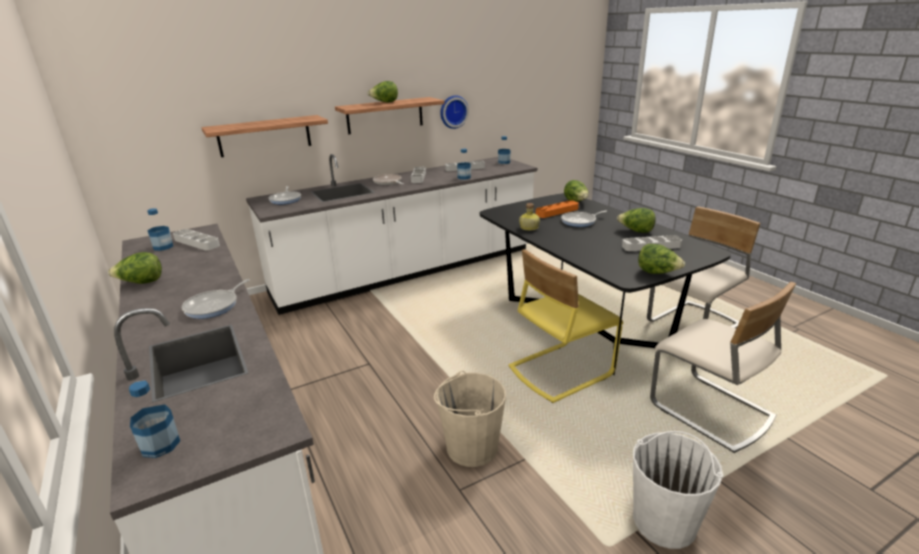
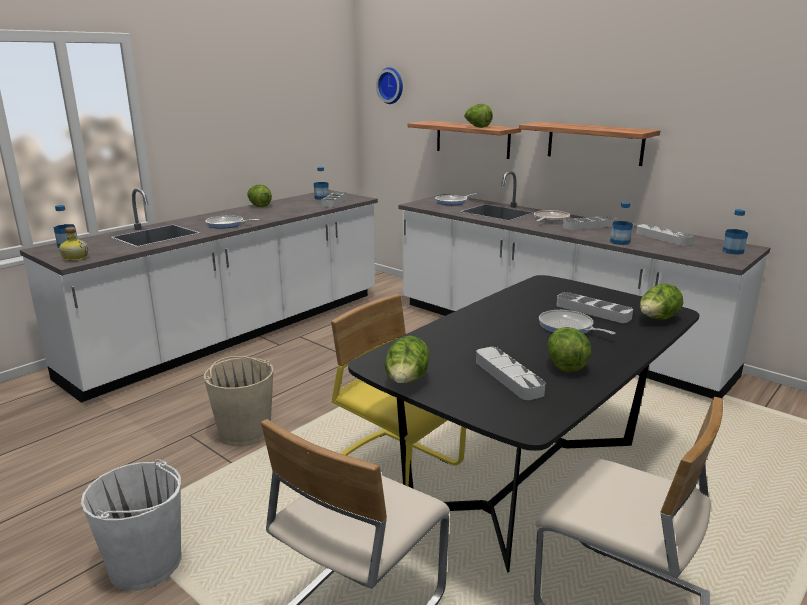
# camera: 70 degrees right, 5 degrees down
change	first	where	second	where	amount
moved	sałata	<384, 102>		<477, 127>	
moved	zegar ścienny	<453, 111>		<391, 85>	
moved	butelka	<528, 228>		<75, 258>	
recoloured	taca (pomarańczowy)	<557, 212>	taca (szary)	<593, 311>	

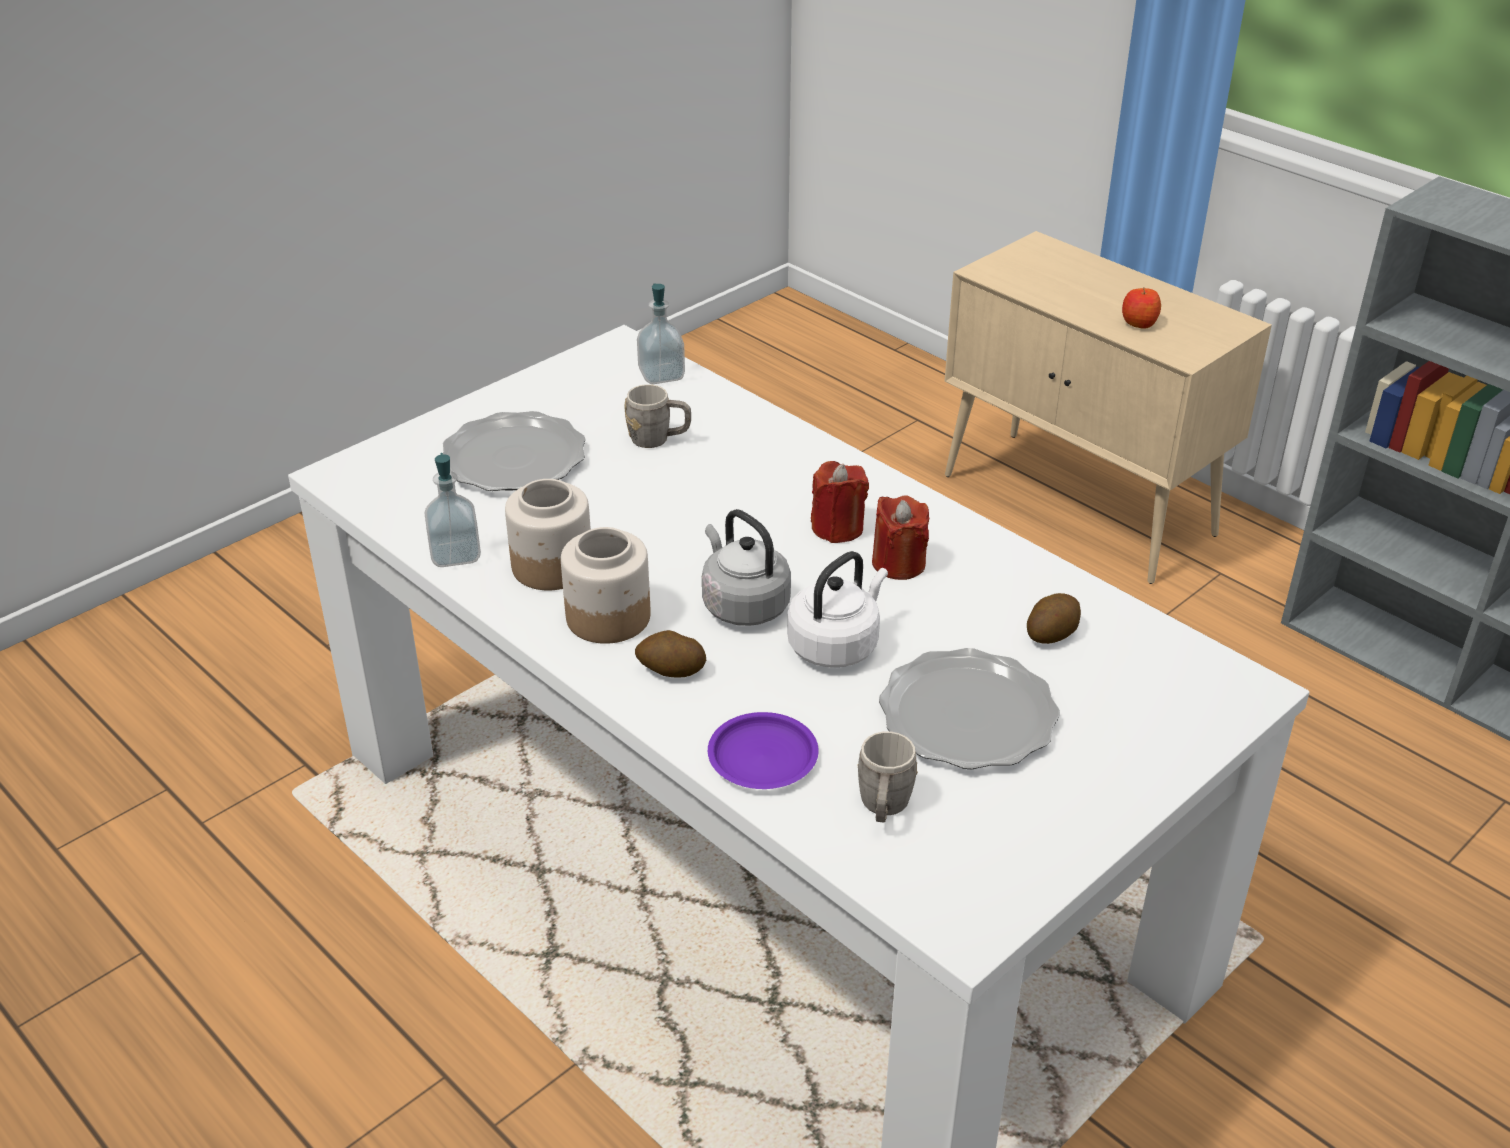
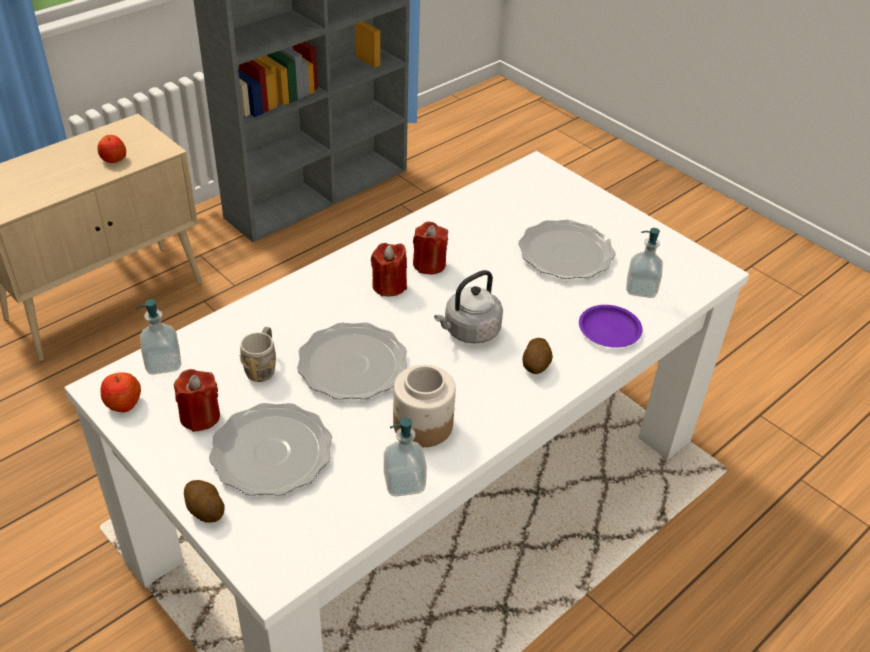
# camera: 90 degrees left, 5 degrees up
change	first	where	second	where	amount
removed	słoik	<607, 617>			
removed	czajnik (biały)	<836, 645>			
added			jabłko	<123, 403>	
added			świeca (czerwony)	<200, 416>	
added			talerz	<353, 365>	
moved	ziemniak	<1051, 633>		<205, 510>	
replaced	kubek (szary)	<883, 808>	dozownik mydła	<641, 289>	

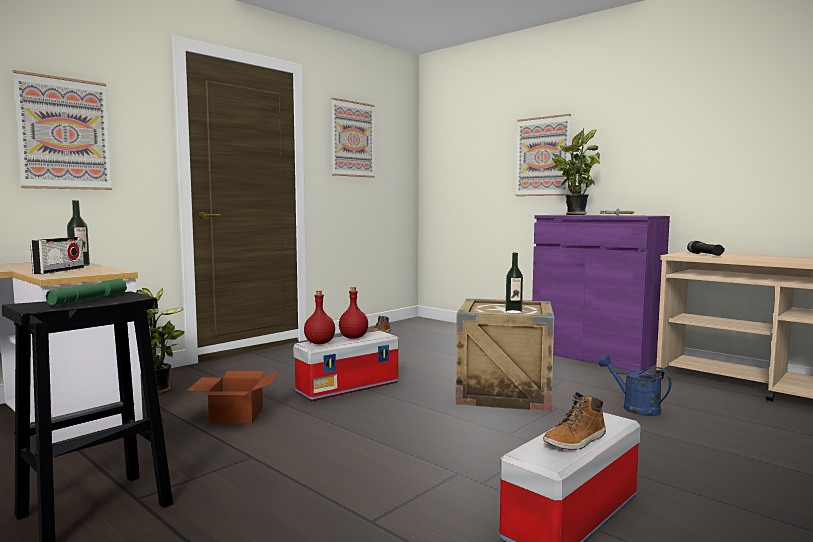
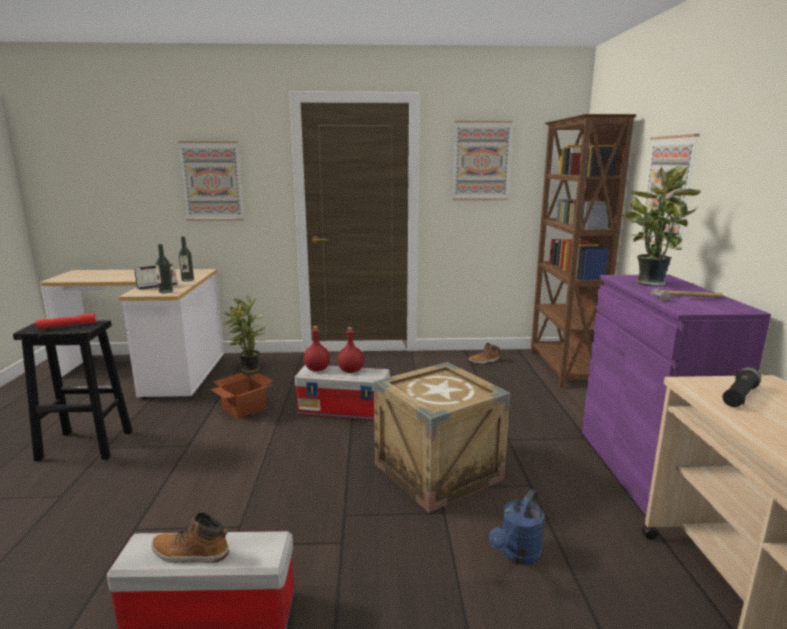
# camera: 45 degrees right, 10 degrees up
change	first	where	second	where	amount
added			regał (brązowy)	<562, 368>	
moved	butelka	<513, 312>		<166, 292>	
recoloured	latarka (zielony)	<88, 299>	latarka (czerwony)	<67, 326>	
turned	konewka (niebieski)	<634, 408>		<517, 555>	150 degrees counterclockwise

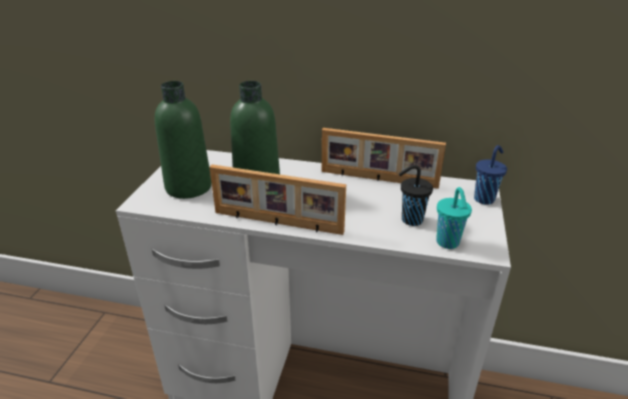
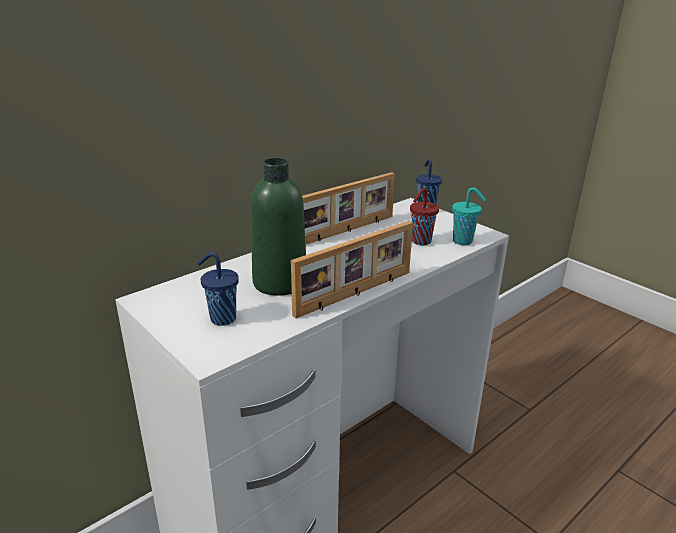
# camera: 55 degrees left, 5 degrees down
change	first	where	second	where	amount
replaced	butelka (zielony)	<188, 187>	filiżanka (niebieski)	<221, 319>	
recoloured	filiżanka (czarny)	<410, 220>	filiżanka (czerwony)	<420, 242>	

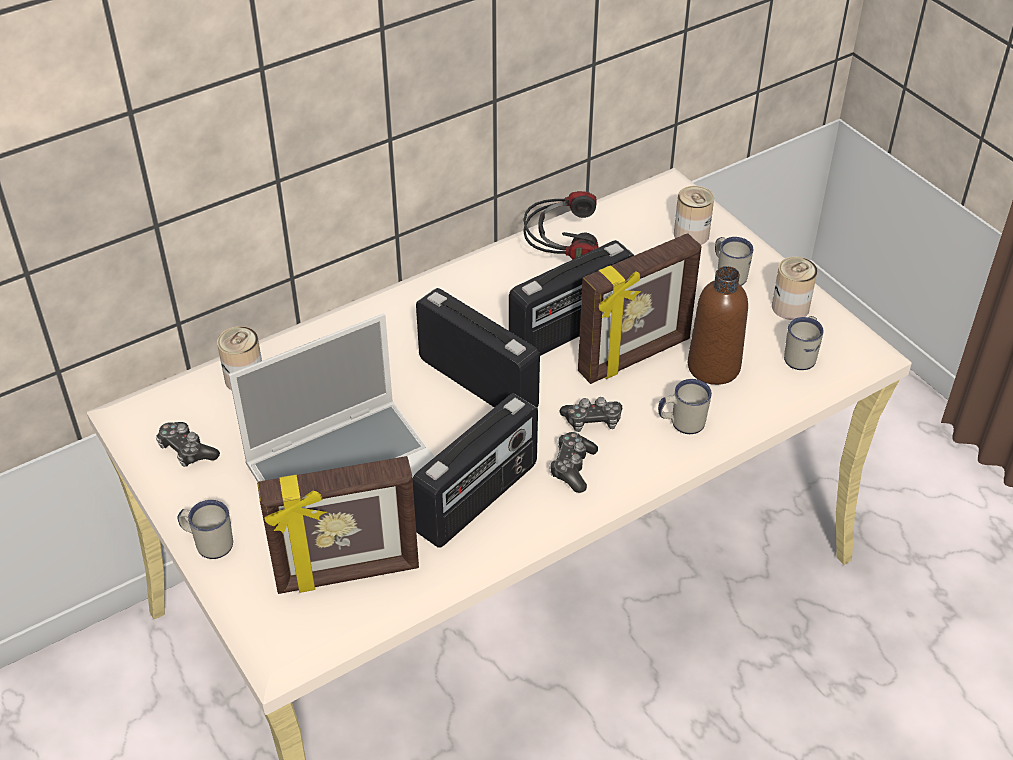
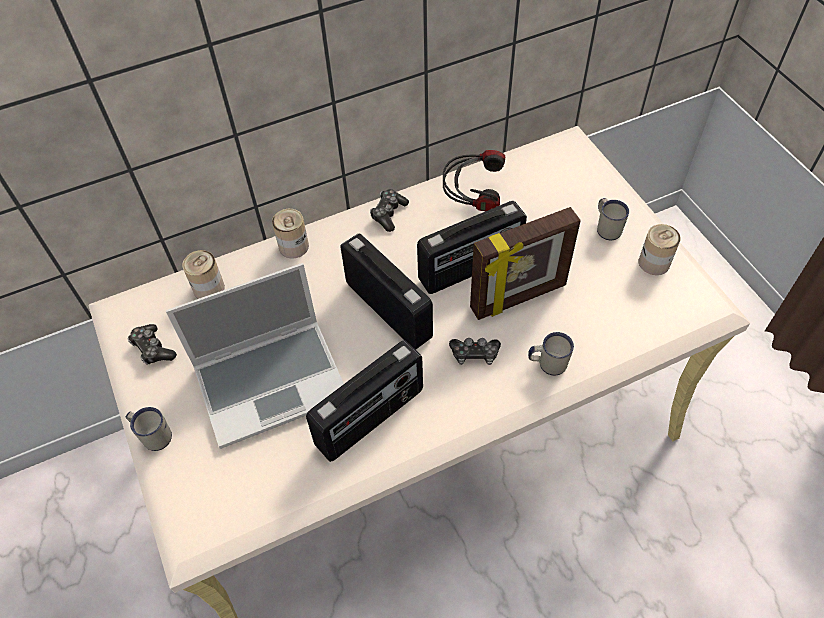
# camera: 10 degrees right, 10 degrees up
change	first	where	second	where	amount
removed	ramka na zdjęcie	<347, 574>			
removed	butelka (brązowy)	<713, 367>			
removed	kubek (biały)	<802, 355>			
moved	pad do gier	<572, 467>		<388, 214>	
moved	puszka	<691, 234>		<294, 246>	

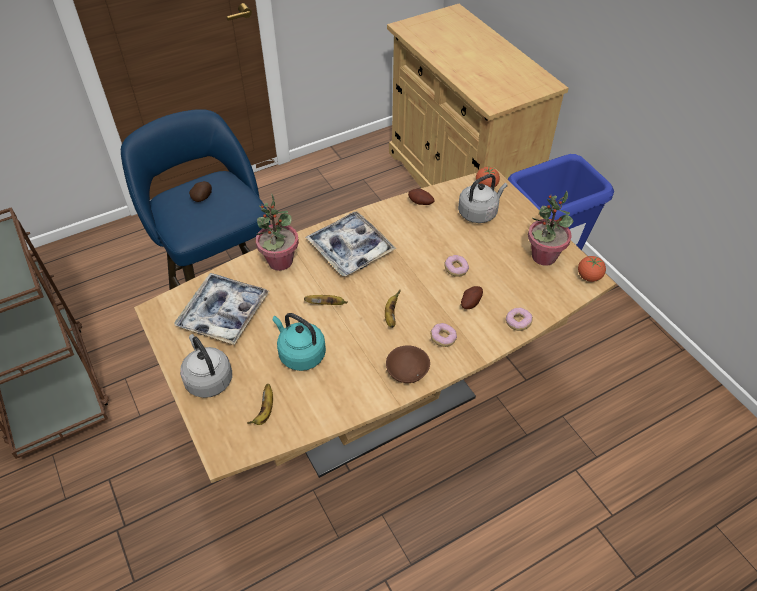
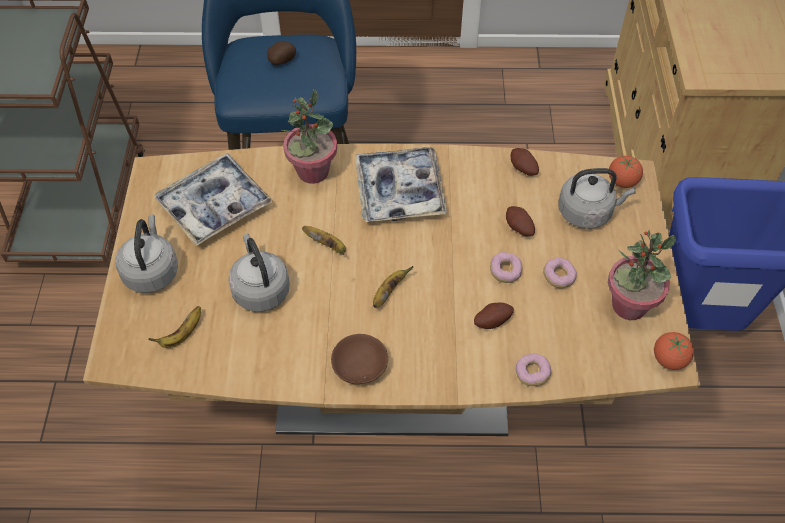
# camera: 30 degrees right, 5 degrees up
change	first	where	second	where	amount
added			ziemniak	<518, 228>	
moved	donut	<443, 338>		<558, 277>	
recoloured	czajnik (turkusowy)	<300, 354>	czajnik (szary)	<260, 289>	

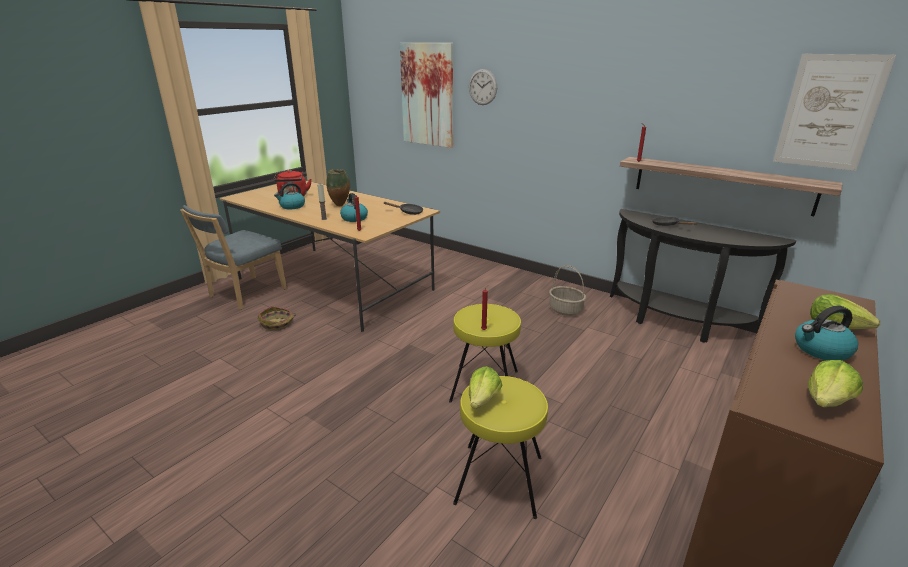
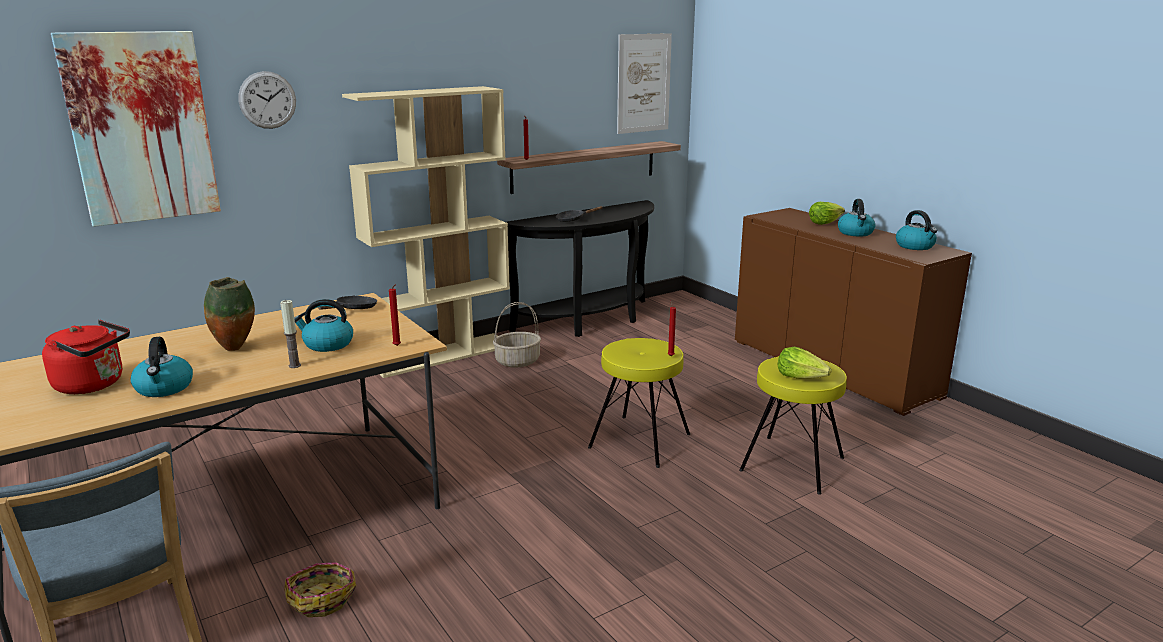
# camera: 70 degrees left, 5 degrees down
change	first	where	second	where	amount
added			regał (beżowy)	<442, 355>	
replaced	sałata	<827, 401>	czajnik	<915, 246>	

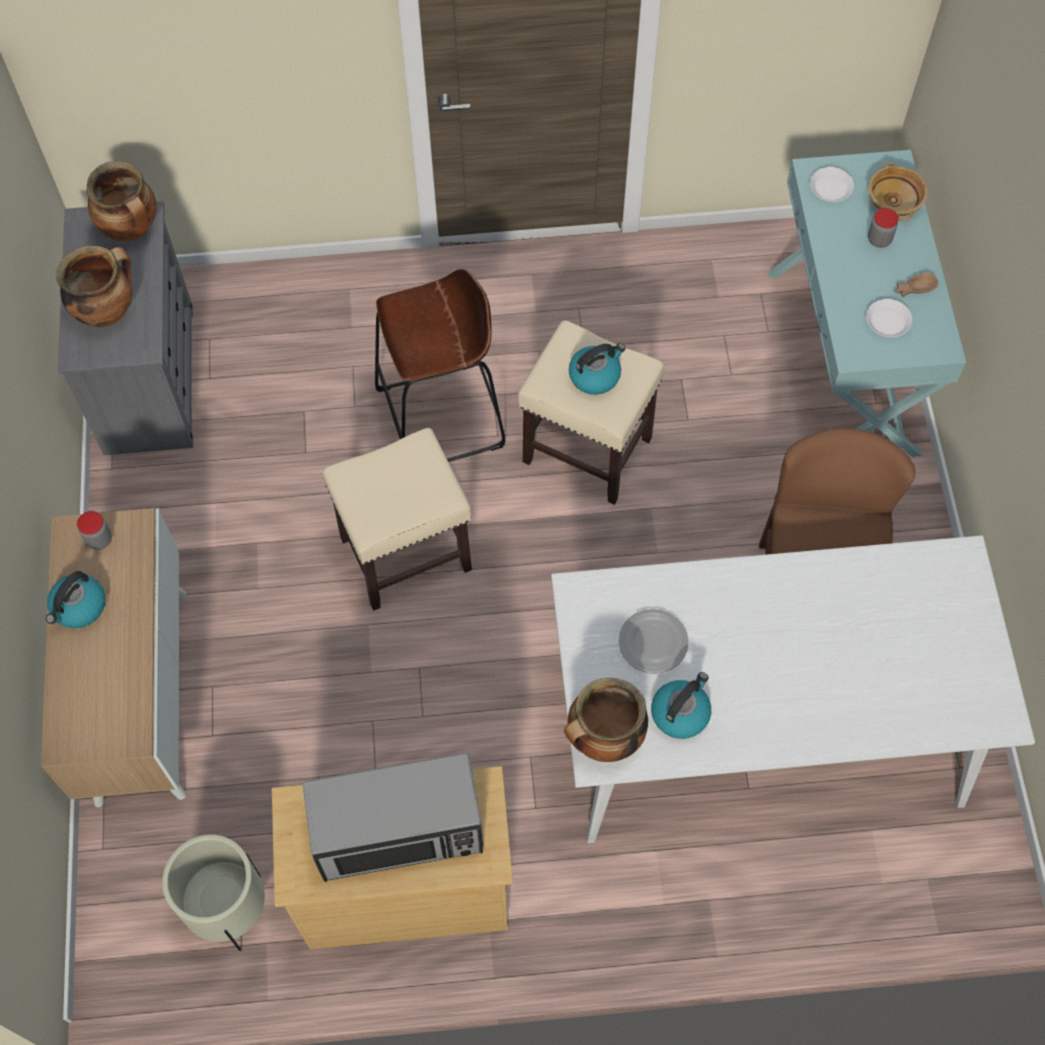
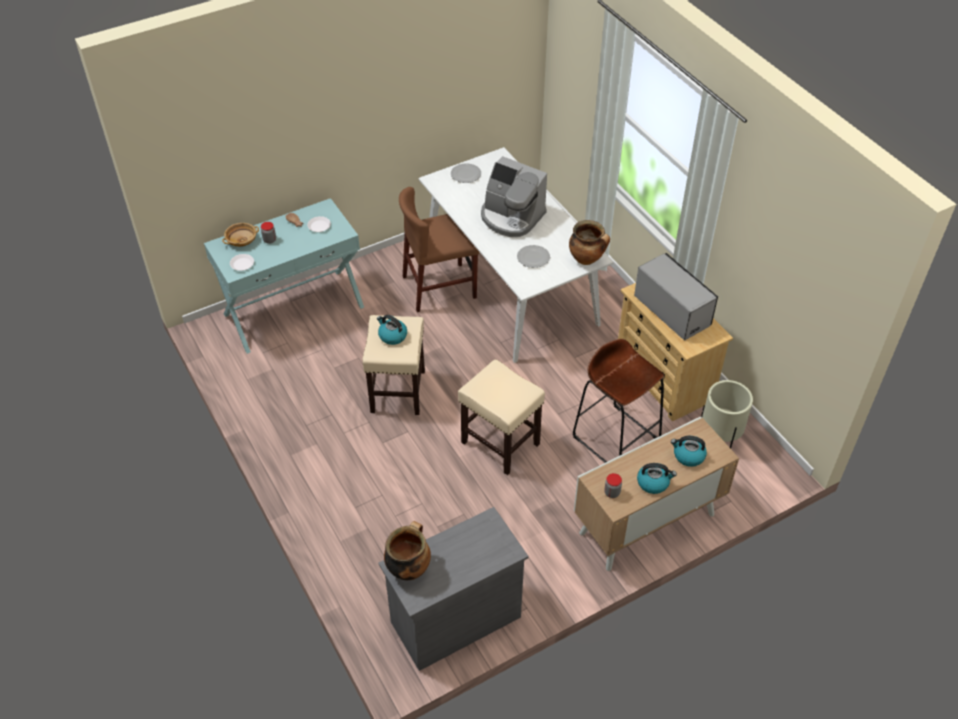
# camera: 115 degrees left, 15 degrees down
change	first	where	second	where	amount
removed	garnek	<107, 311>			
added			talerz	<465, 174>	
added			ekspres do kawy	<511, 217>	
moved	stołek (brązowy)	<440, 418>		<616, 438>	
moved	czajnik	<680, 712>		<688, 456>	

